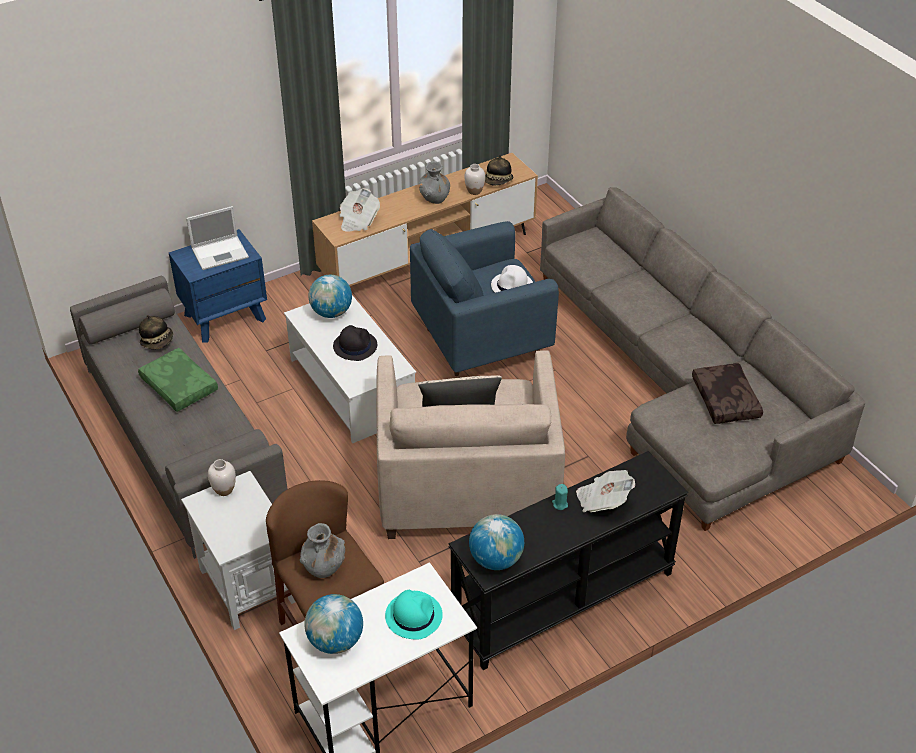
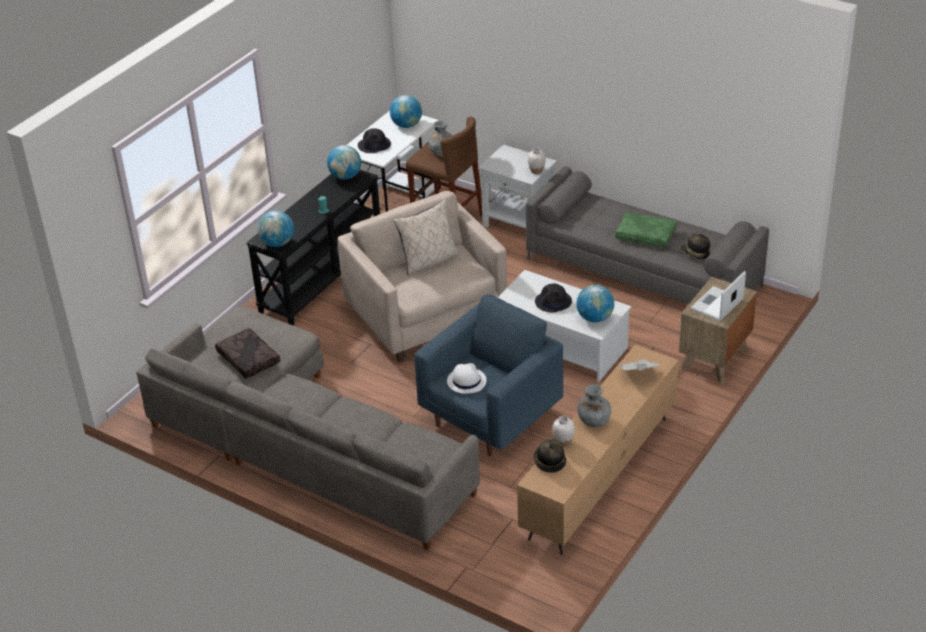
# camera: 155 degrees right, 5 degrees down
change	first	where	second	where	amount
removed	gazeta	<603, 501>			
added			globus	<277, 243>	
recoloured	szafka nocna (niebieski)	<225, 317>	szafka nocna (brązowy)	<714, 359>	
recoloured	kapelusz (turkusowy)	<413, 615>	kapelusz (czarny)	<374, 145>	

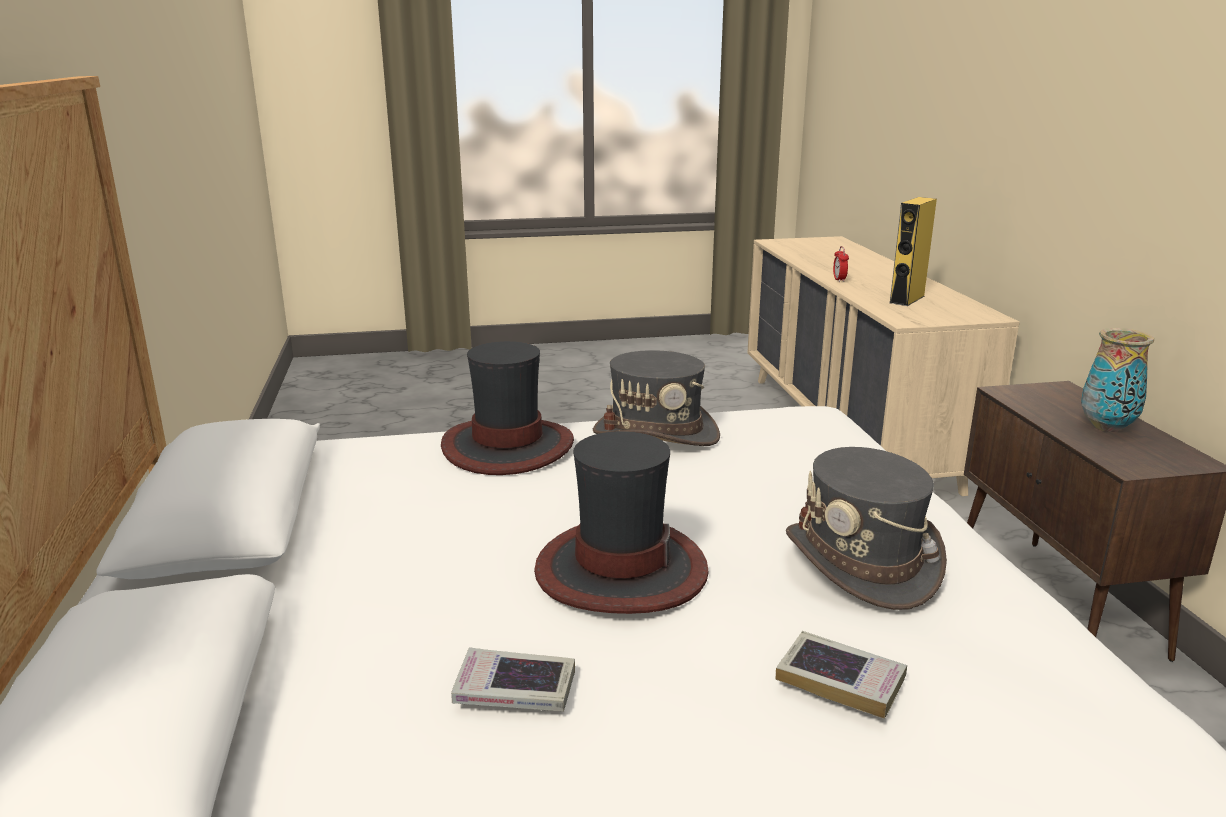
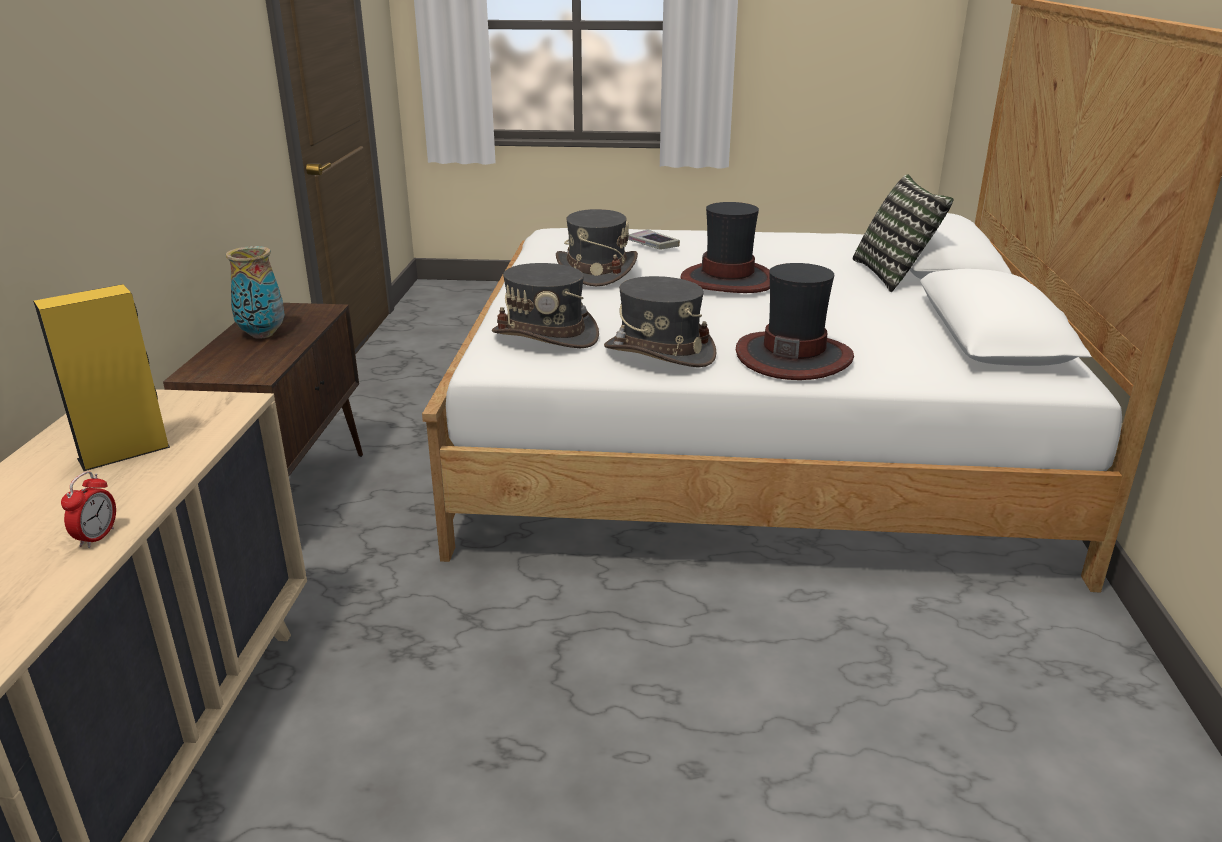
# camera: 165 degrees left, 5 degrees up
change	first	where	second	where	amount
removed	książka	<514, 689>			
added			kapelusz (szary)	<545, 335>	
added			poduszka	<894, 274>	

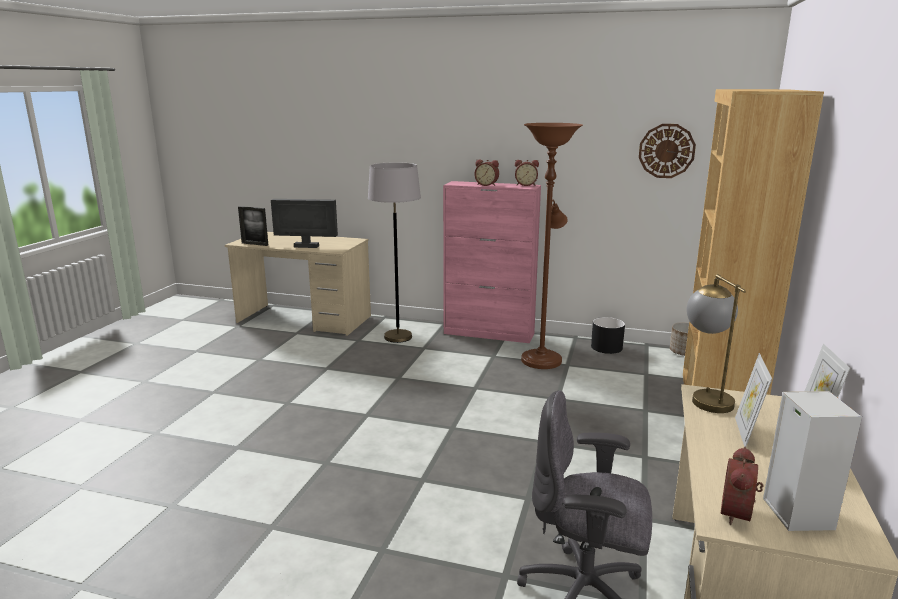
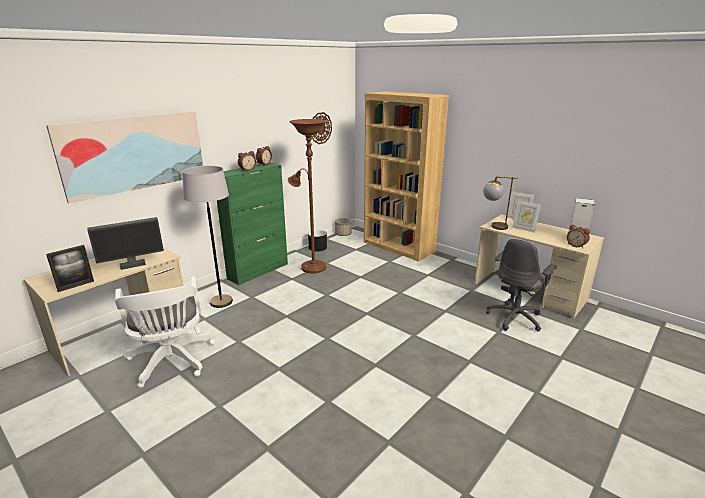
# camera: 65 degrees left, 5 degrees up
change	first	where	second	where	amount
added			obraz	<135, 153>	
added			krzesło biurowe (biały)	<172, 362>	
recoloured	szafka (różowy)	<489, 333>	szafka (zielony)	<258, 271>	
turned	monitor	<306, 247>		<133, 265>	150 degrees counterclockwise

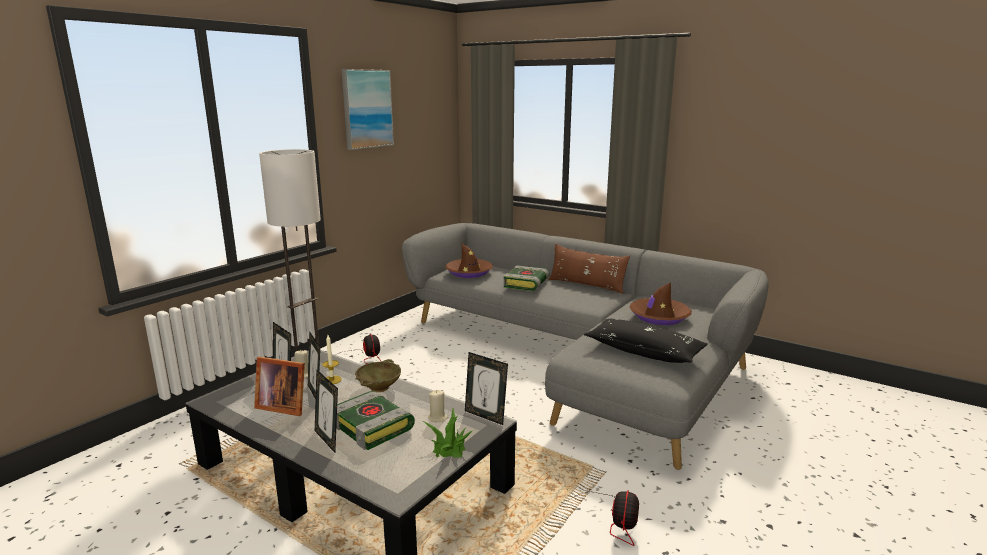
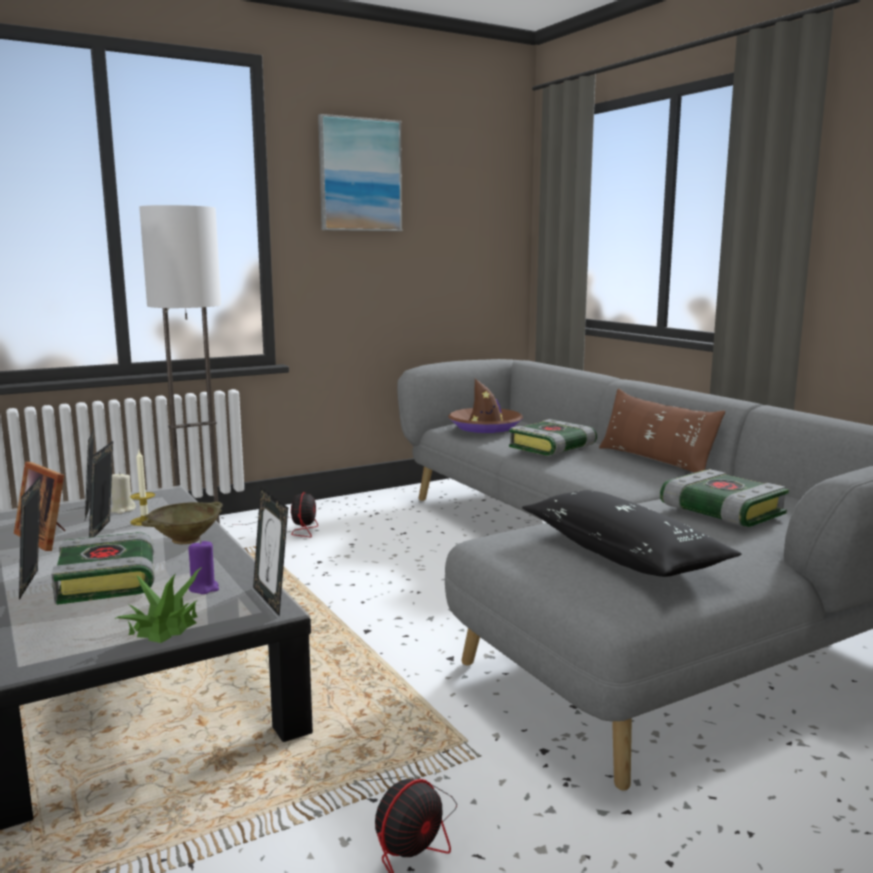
# camera: 25 degrees right, 5 degrees down
change	first	where	second	where	amount
replaced	kapelusz (brązowy)	<659, 317>	książka	<720, 511>	
recoloured	świeca (beżowy)	<437, 418>	świeca (fioletowy)	<204, 588>	

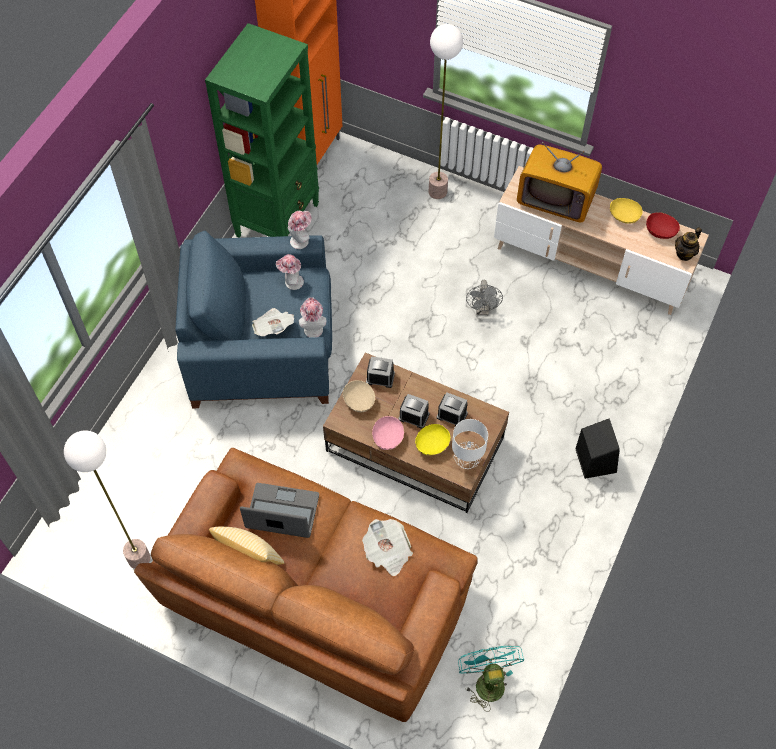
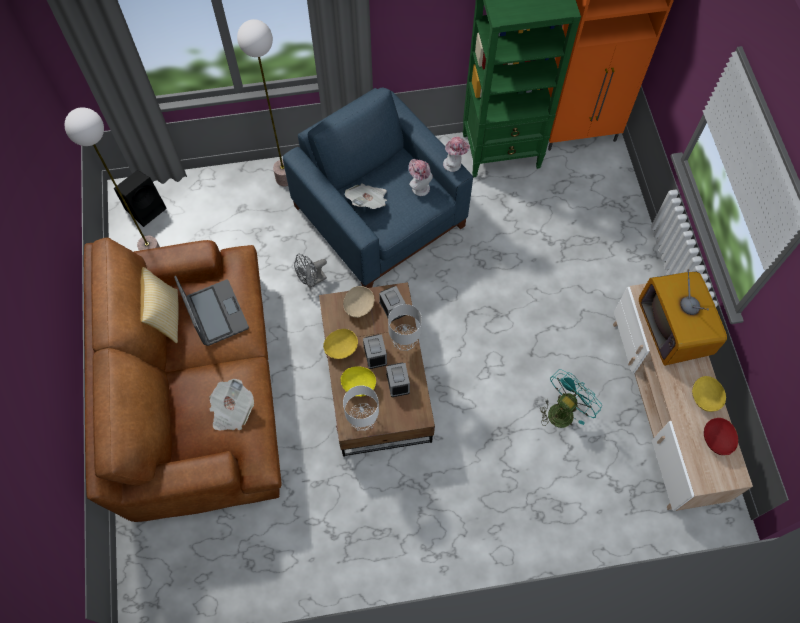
# camera: 55 degrees right, 5 degrees up
change	first	where	second	where	amount
removed	kapelusz	<313, 327>			
removed	imbryk	<684, 253>			
added			lampa stołowa (szary)	<404, 342>	
moved	lampa stojąca	<438, 191>		<285, 178>	
moved	wentylator (turkusowy)	<487, 680>		<563, 410>	
moved	wentylator (szary)	<482, 310>		<312, 281>	
moved	głośnik (czarny)	<595, 459>		<146, 208>	
recoloured	miska (różowy)	<388, 438>	miska (żółty)	<341, 349>	

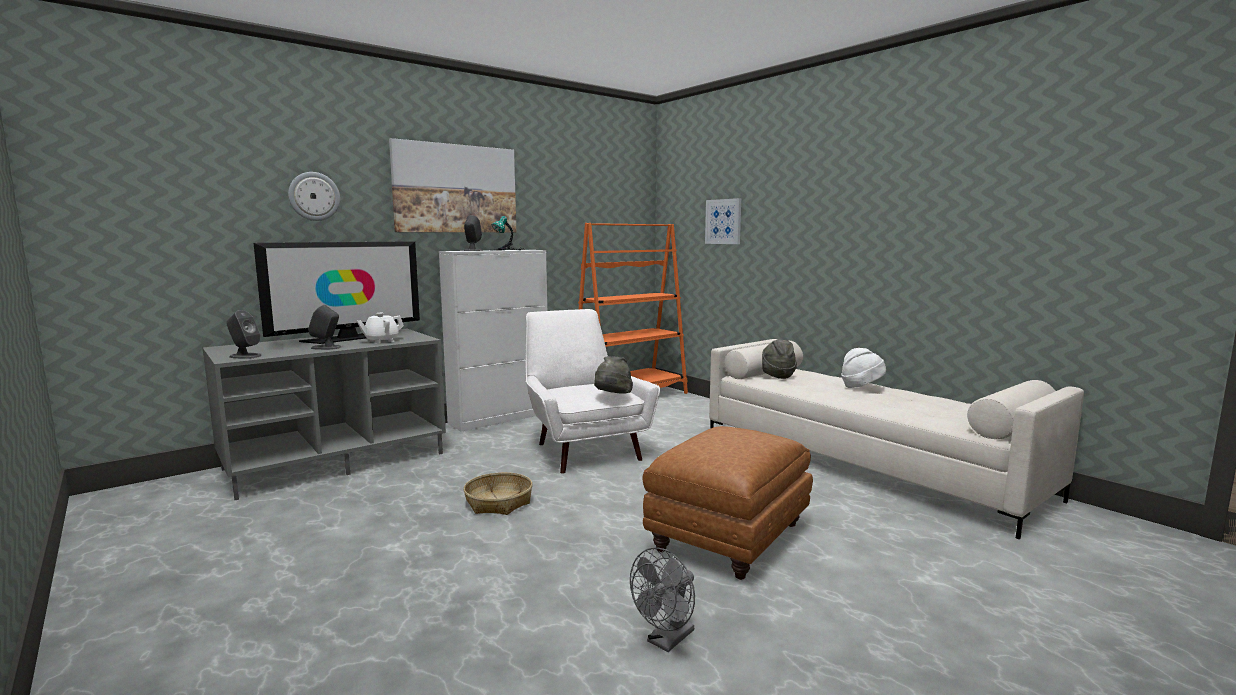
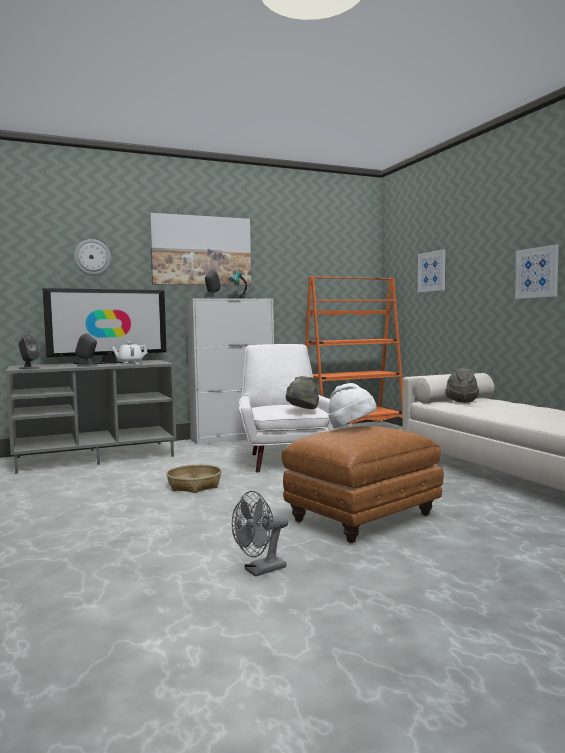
# camera: 15 degrees right, 5 degrees down
change	first	where	second	where	amount
added			obraz	<537, 272>	
moved	kapelusz (biały)	<861, 387>		<351, 428>	

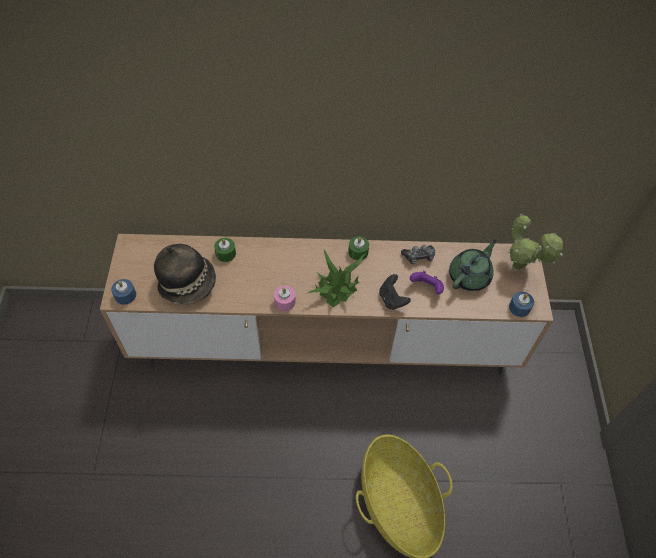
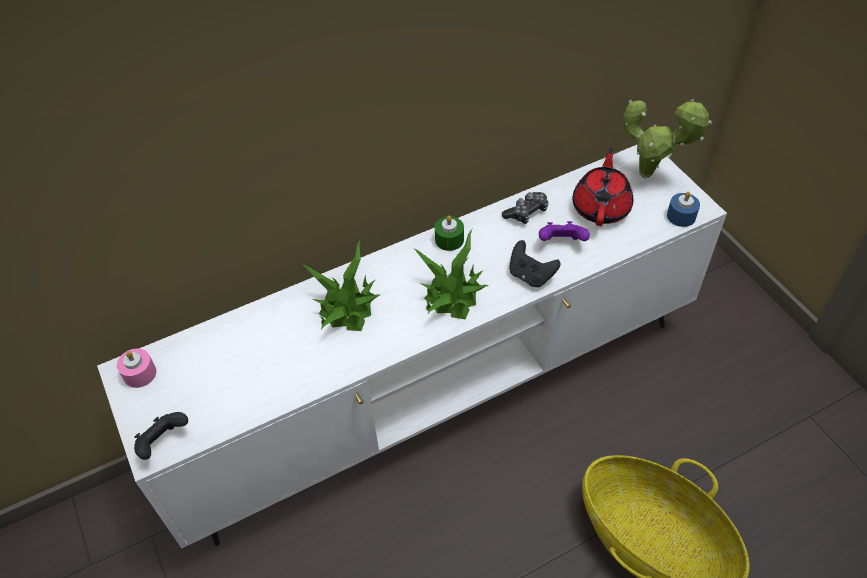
# camera: 25 degrees left, 5 degrees down
change	first	where	second	where	amount
removed	kapelusz	<188, 283>			
removed	świeca (zielony)	<225, 253>			
added			roślina doniczkowa	<348, 306>	
moved	świeca (różowy)	<284, 302>		<140, 373>	
replaced	świeca (niebieski)	<125, 295>	pad do gier (czarny)	<163, 442>	
recoloured	szafka pod telewizor (brązowy)	<325, 344>	szafka pod telewizor (biały)	<436, 396>	
recoloured	imbryk (zielony)	<470, 276>	imbryk (czerwony)	<601, 207>	

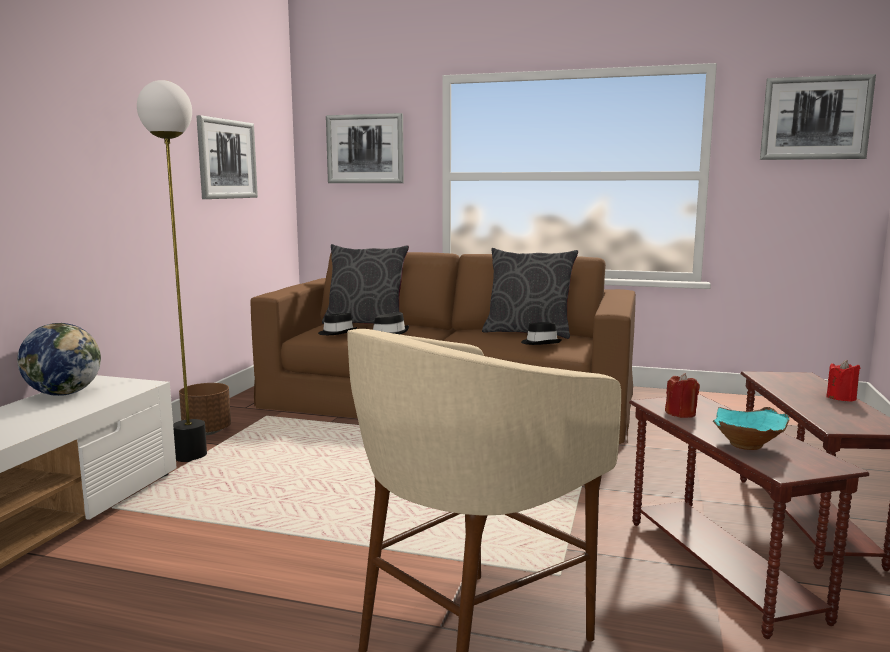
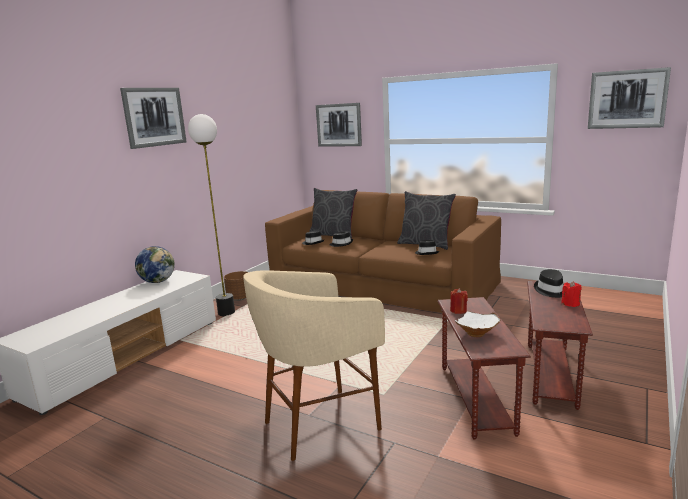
# camera: 15 degrees right, 5 degrees up
change	first	where	second	where	amount
added			kapelusz (czarny)	<551, 290>	
moved	obraz	<227, 159>		<154, 117>	
recoloured	miska (turkusowy)	<749, 445>	miska (biały)	<477, 334>	

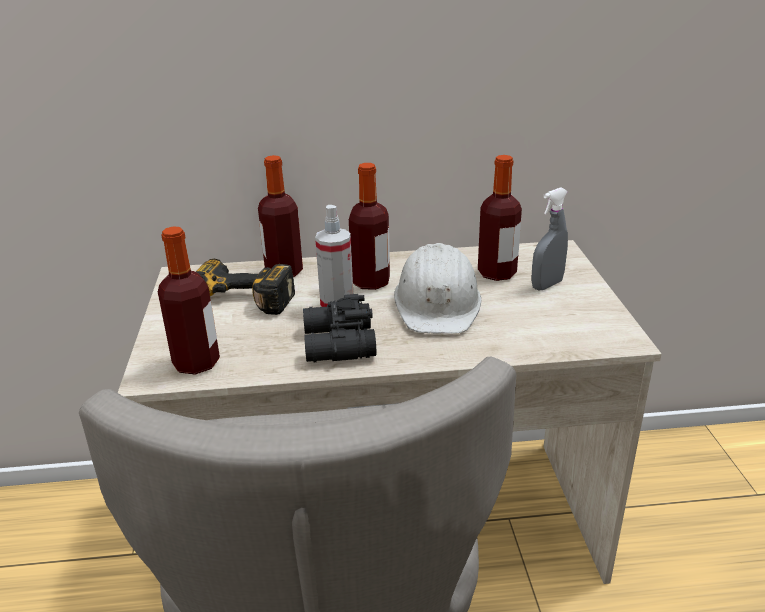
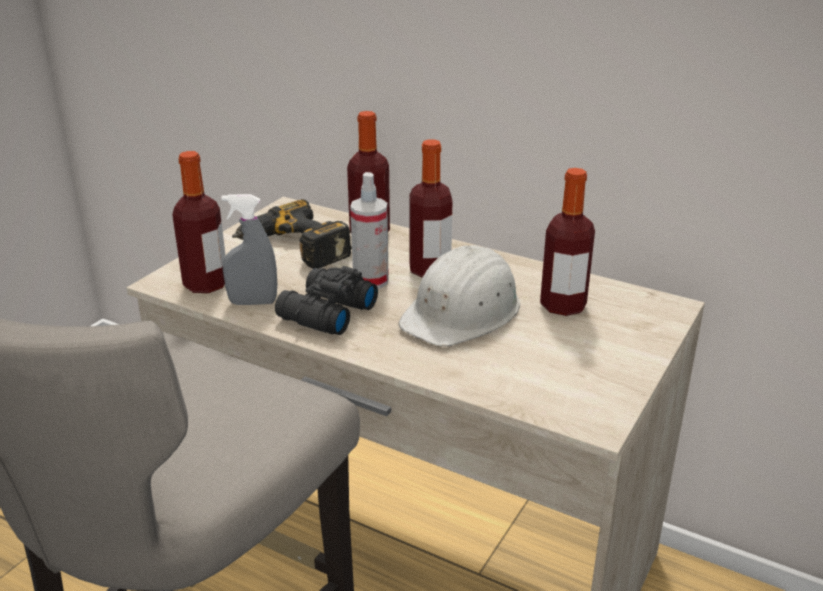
# camera: 35 degrees right, 0 degrees up
change	first	where	second	where	amount
moved	spryskiwacz (szary)	<547, 285>		<253, 302>	

